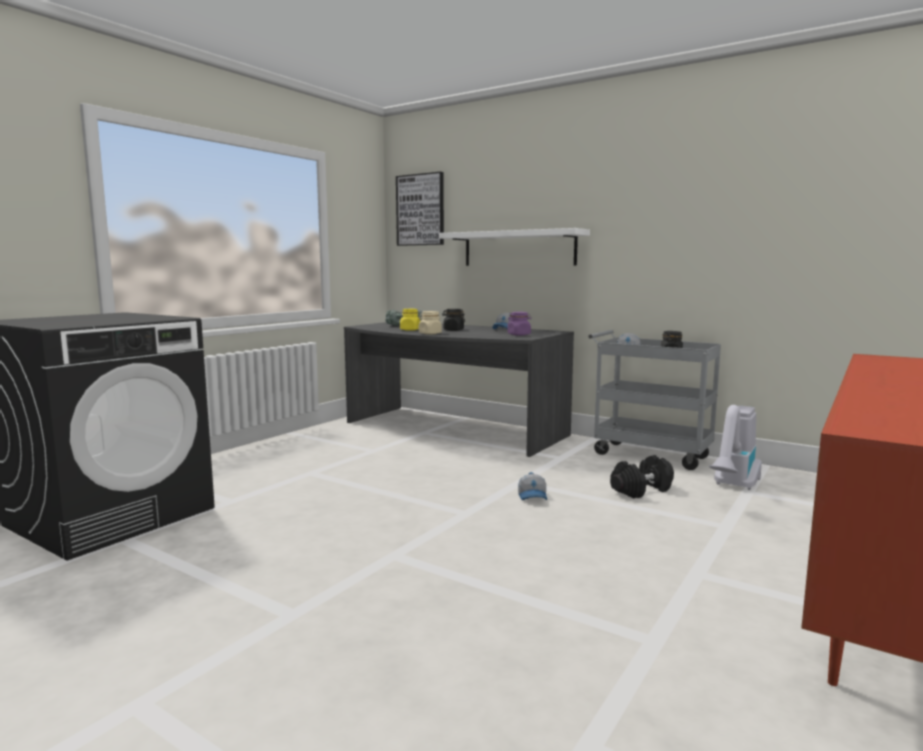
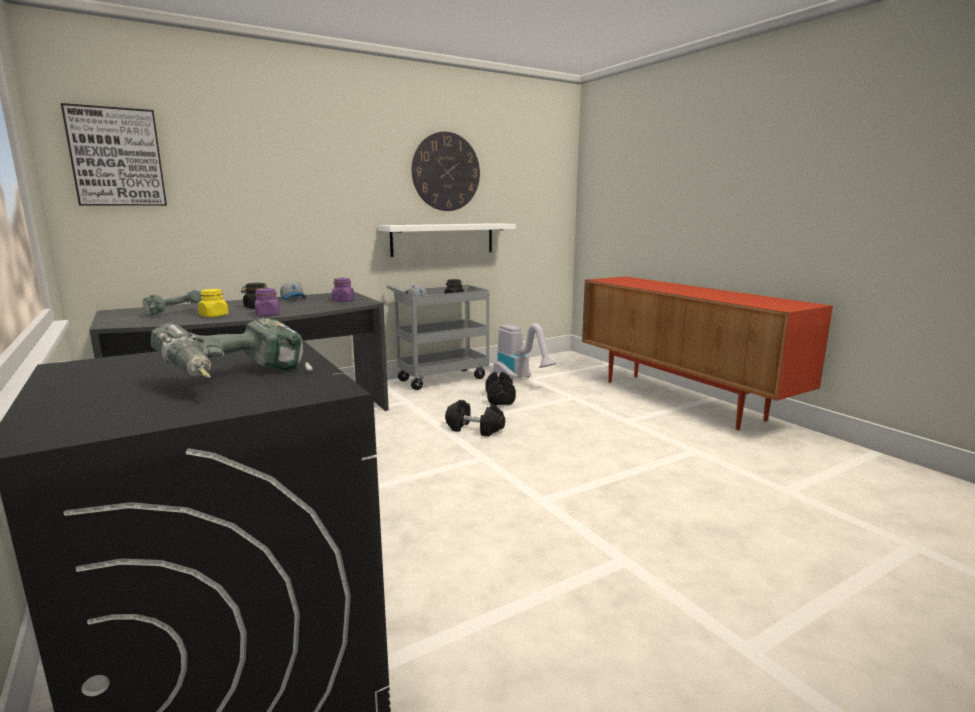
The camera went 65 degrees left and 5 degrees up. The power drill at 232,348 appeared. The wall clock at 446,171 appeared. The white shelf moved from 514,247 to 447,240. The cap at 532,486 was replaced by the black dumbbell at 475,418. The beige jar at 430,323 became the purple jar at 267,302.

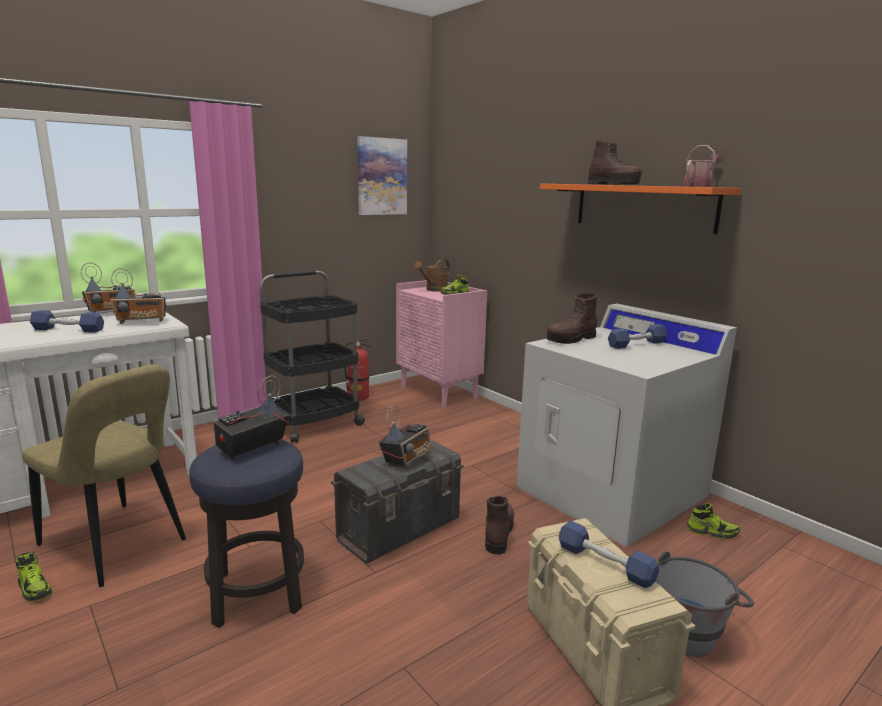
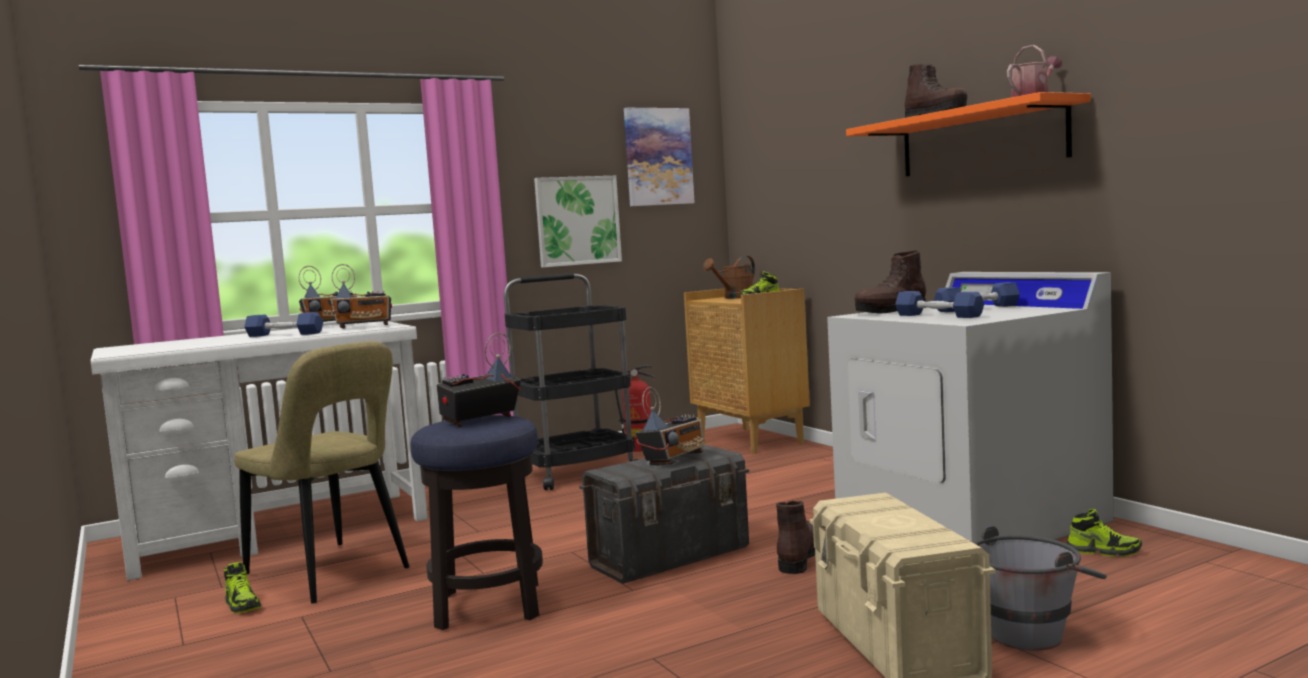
The camera went 10 degrees right and 10 degrees down. The picture at 578,222 appeared. The blue dumbbell moved from 609,554 to 939,304. The pink cabinet at 441,344 became the brown cabinet at 747,371.

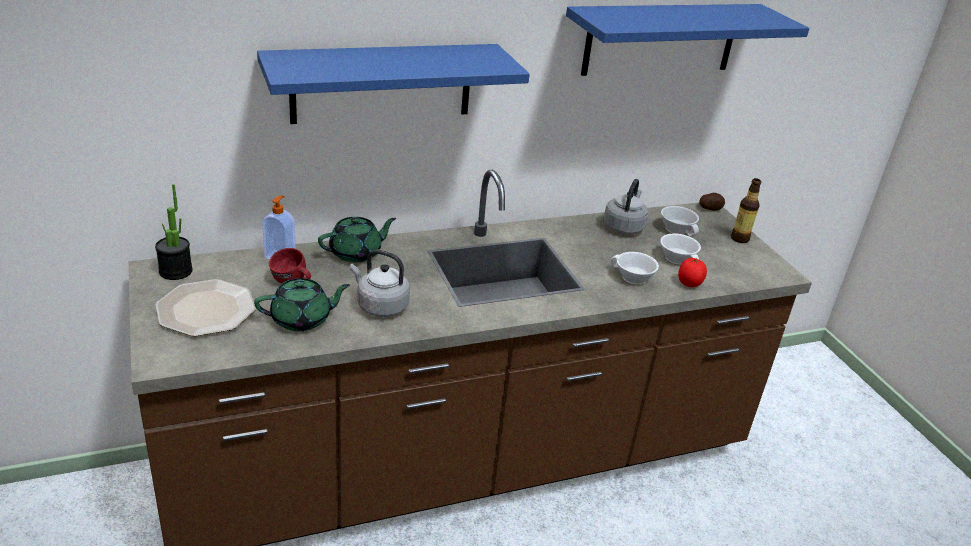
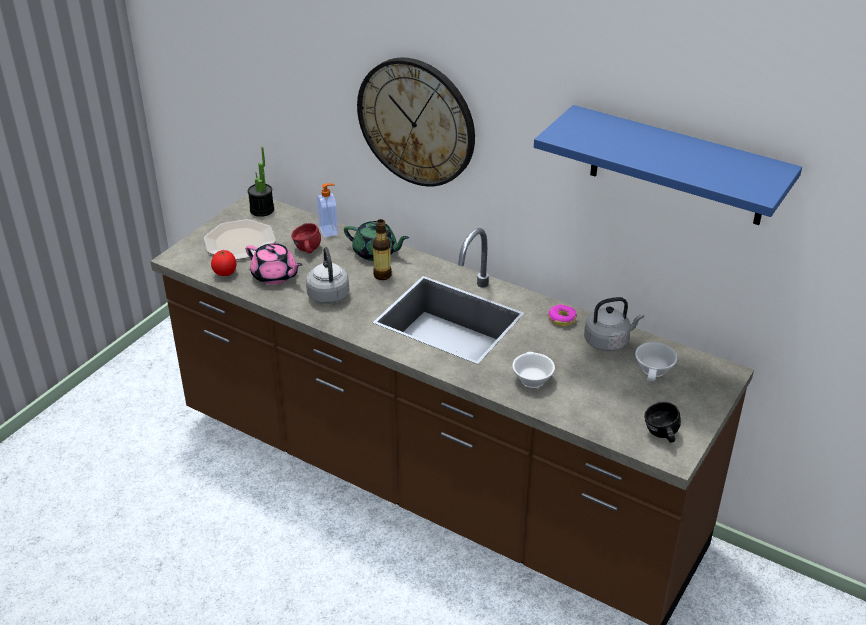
The camera went 55 degrees right and 5 degrees up. The white cup at 680,249 disappeared. The potato at 712,202 disappeared. The donut at 562,315 appeared. The black mug at 662,422 appeared. The tomato moved from 692,272 to 223,263. The bottle moved from 746,210 to 382,249. The blue shelf at 393,84 was replaced by the wall clock at 416,121. The green teapot at 302,304 became the pink teapot at 274,264.

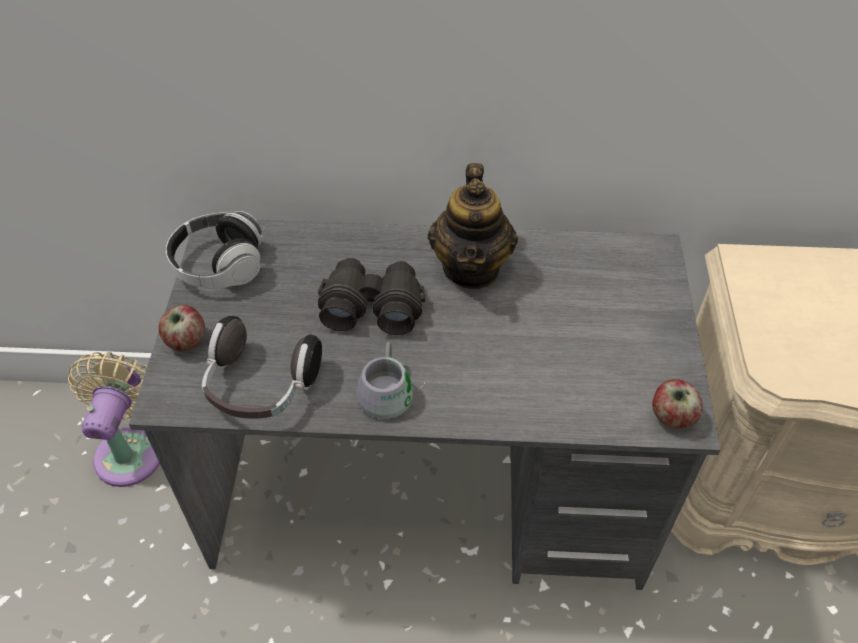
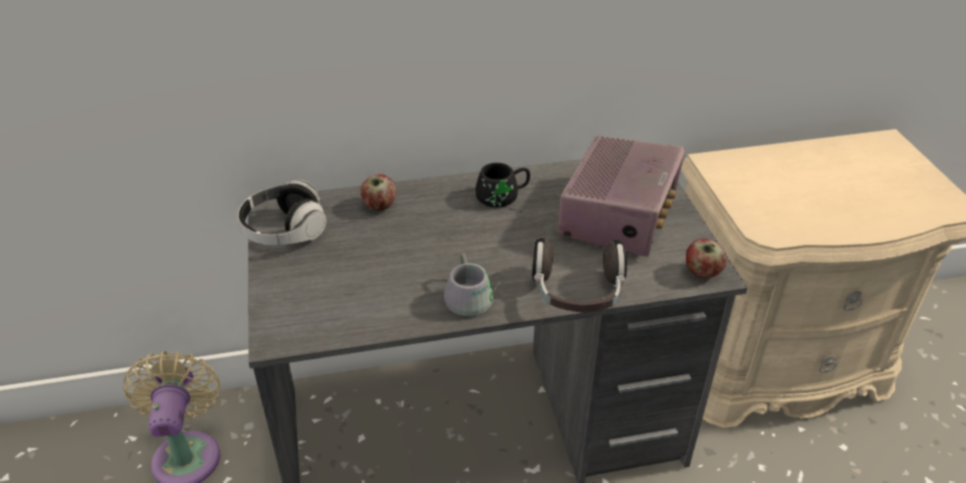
The camera went 15 degrees left and 10 degrees down. The black binoculars at 371,296 disappeared. The radio at 621,196 appeared. The apple moved from 182,328 to 378,192. The headphones moved from 262,367 to 579,275. The teapot at 473,226 was replaced by the black mug at 502,187.

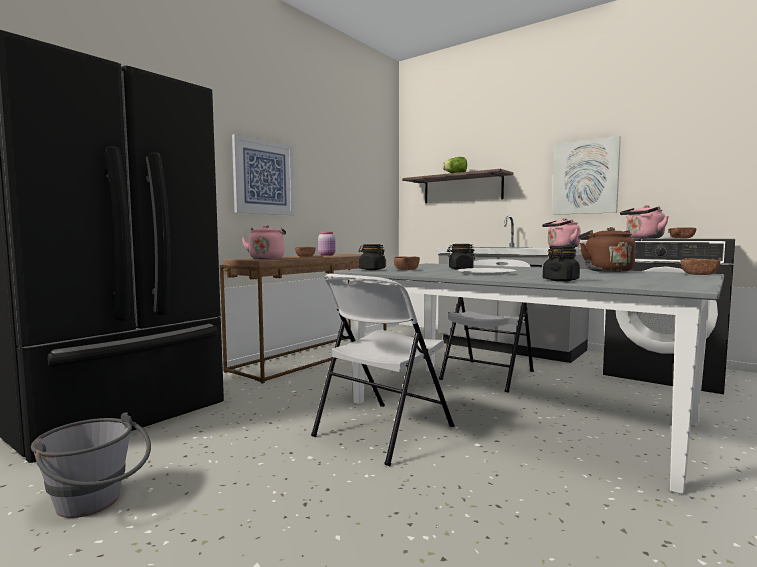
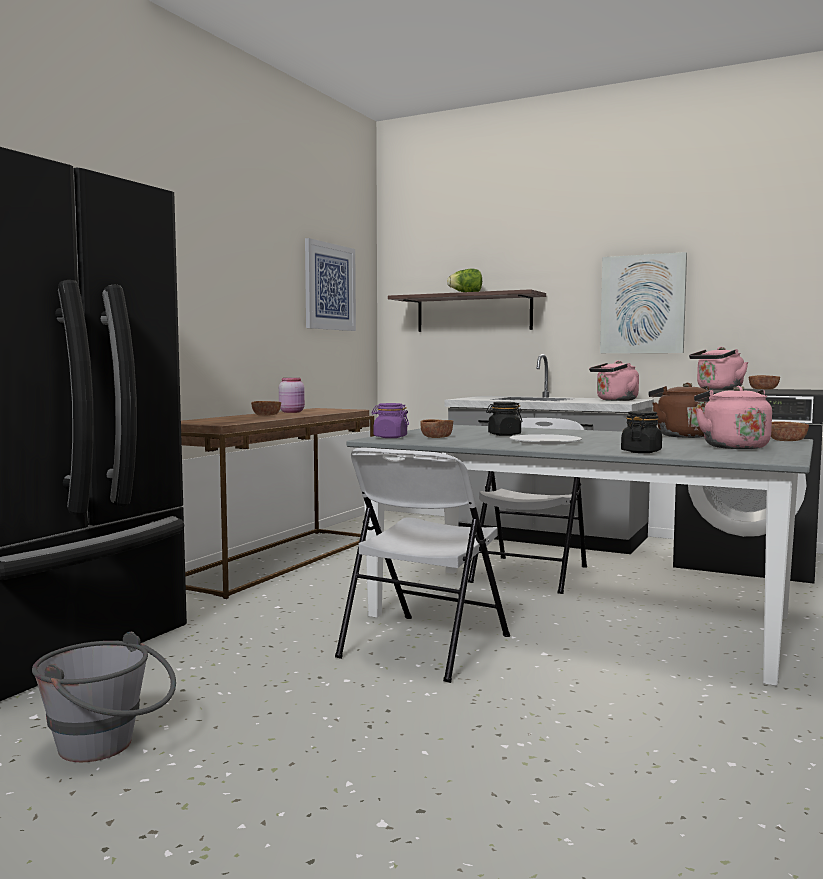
The camera went 10 degrees left and 0 degrees up. The picture moved from 263,174 to 330,284. The pink kettle moved from 263,242 to 733,417. The black jar at 372,257 became the purple jar at 390,420.

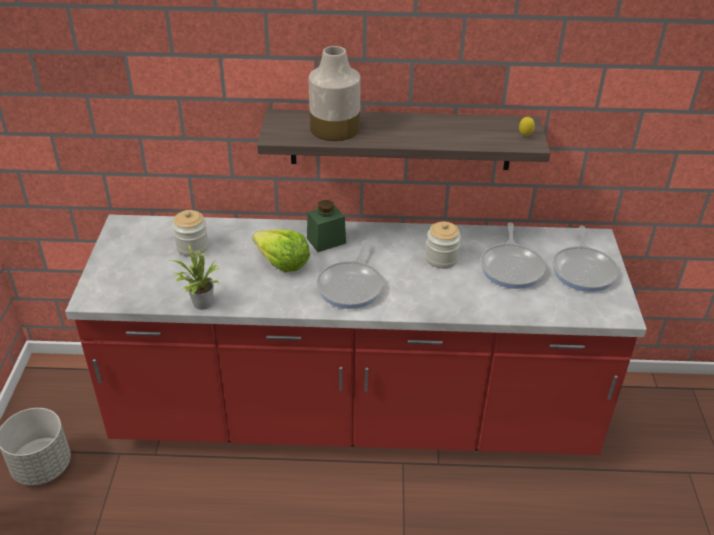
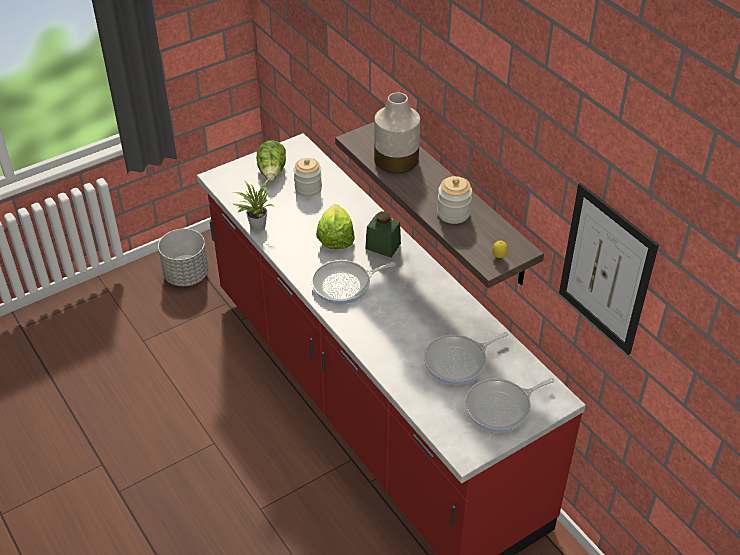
The camera went 55 degrees right and 5 degrees up. The lettuce at 271,160 appeared. The picture at 609,269 appeared. The jar moved from 443,245 to 454,200.

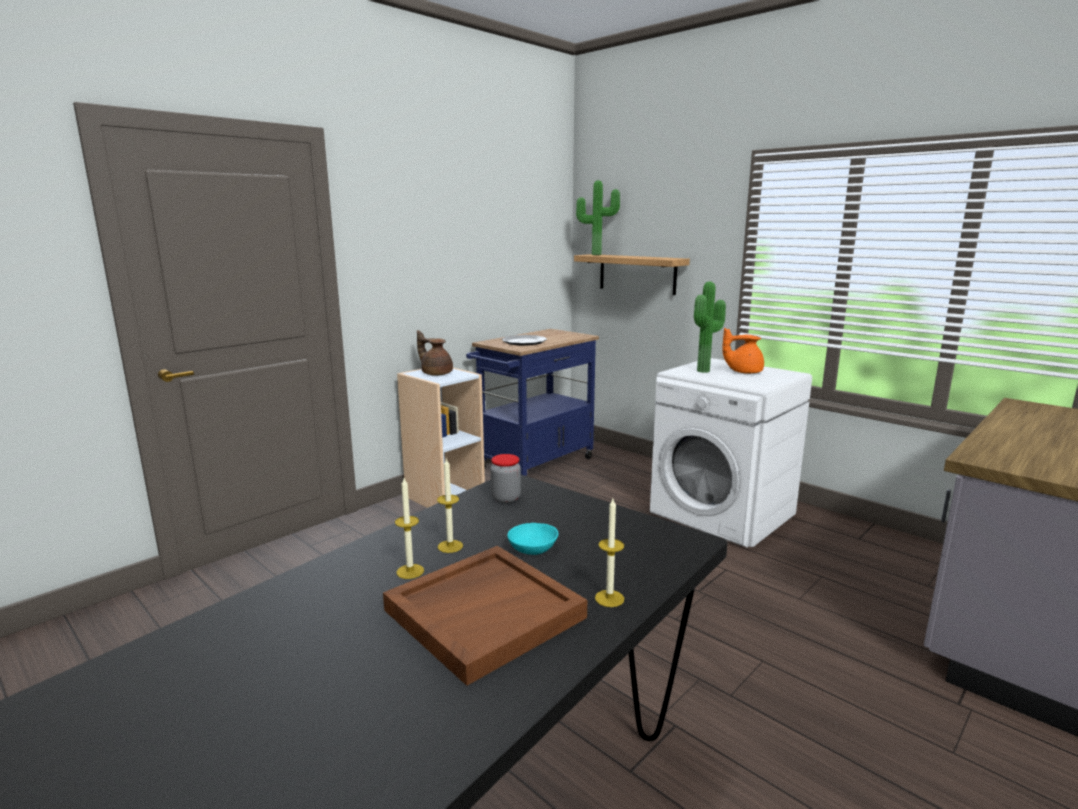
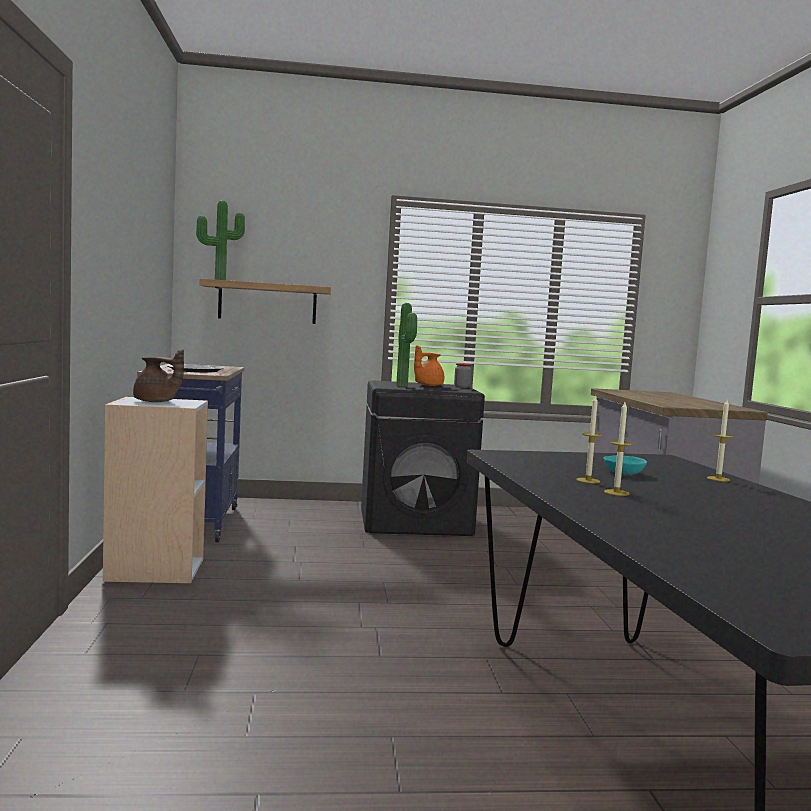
The camera went 50 degrees left and 10 degrees down. The brown tray at 485,616 disappeared. The jar moved from 505,478 to 462,375. The white washing machine at 731,452 became the black washing machine at 423,458. The brown teapot at 435,353 turned 150 degrees counterclockwise.

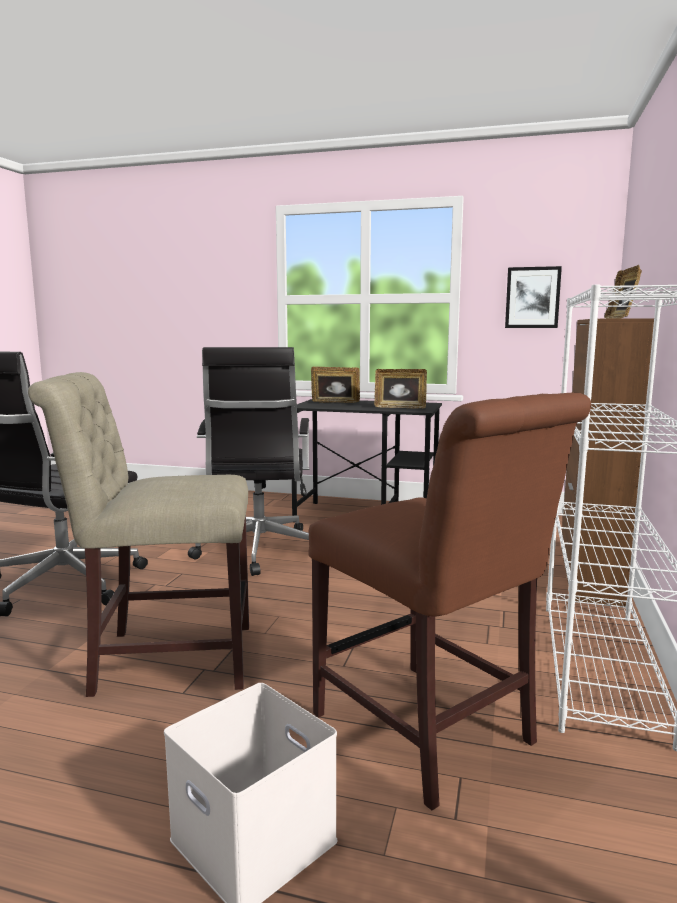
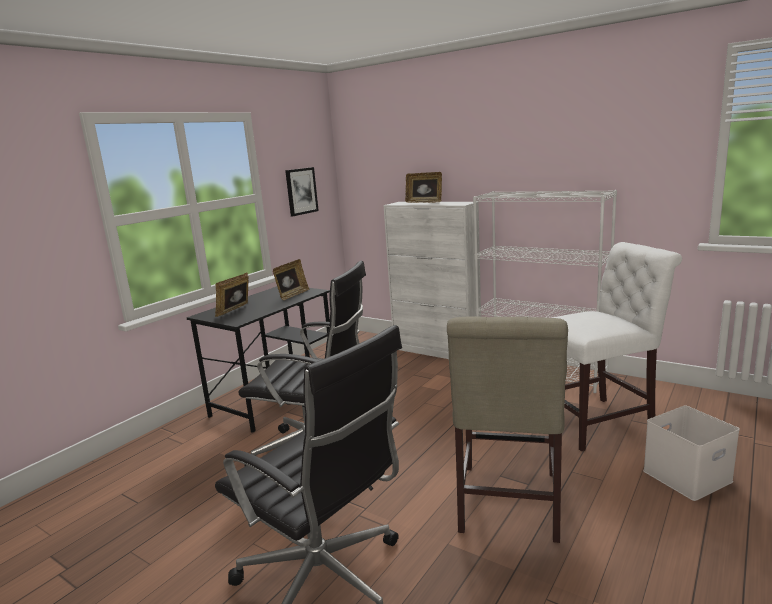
The camera went 70 degrees left and 5 degrees up. The brown chair at 449,601 became the white chair at 616,346. The brown cabinet at 607,462 became the white cabinet at 432,280.

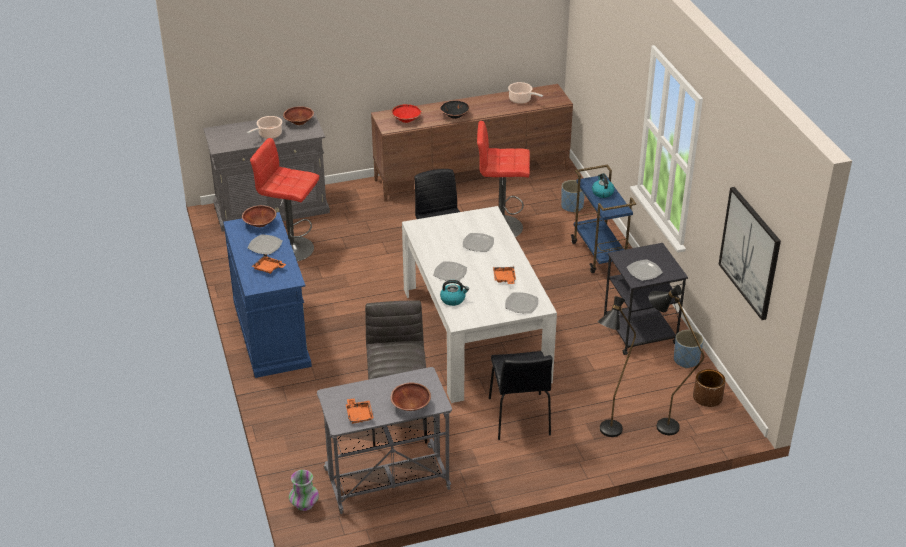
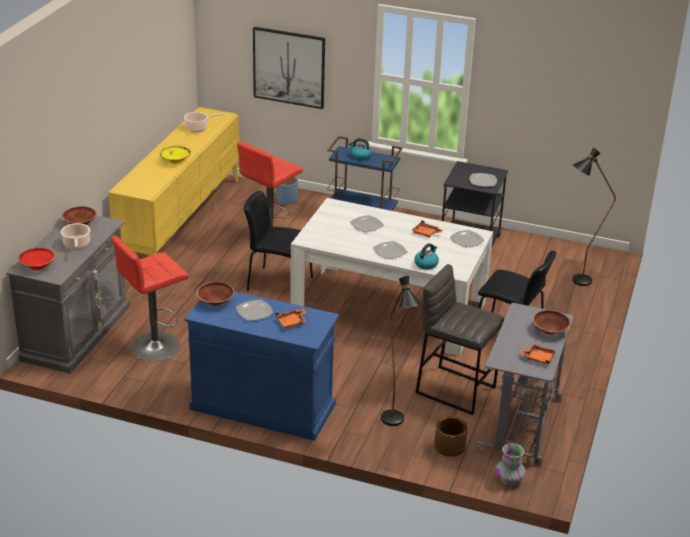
The camera went 55 degrees left and 5 degrees down. The blue planter at 688,349 disappeared. The red bowl moved from 406,113 to 37,259. The black floor lamp moved from 616,366 to 401,351. The brown planter moved from 709,388 to 450,436. The picture moved from 750,253 to 289,68. The brown cabinet at 472,143 became the yellow cabinet at 173,181. The black bowl at 455,109 became the yellow bowl at 175,155.

